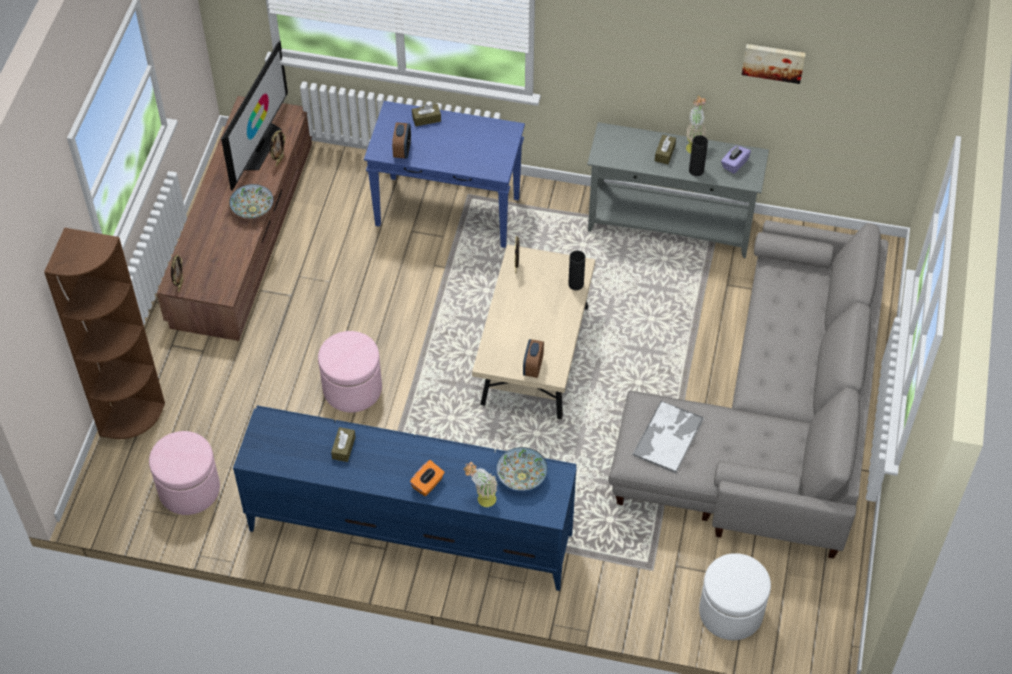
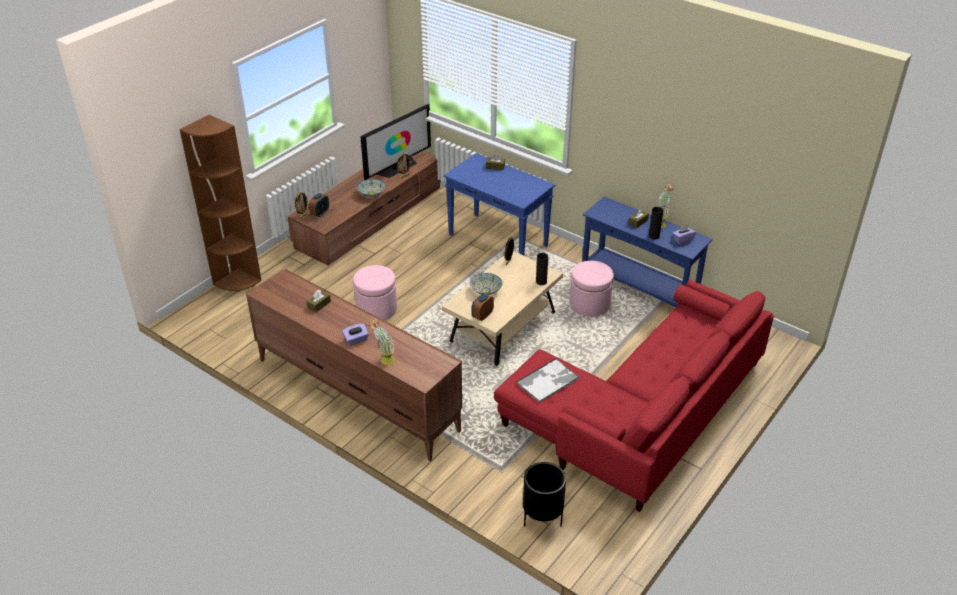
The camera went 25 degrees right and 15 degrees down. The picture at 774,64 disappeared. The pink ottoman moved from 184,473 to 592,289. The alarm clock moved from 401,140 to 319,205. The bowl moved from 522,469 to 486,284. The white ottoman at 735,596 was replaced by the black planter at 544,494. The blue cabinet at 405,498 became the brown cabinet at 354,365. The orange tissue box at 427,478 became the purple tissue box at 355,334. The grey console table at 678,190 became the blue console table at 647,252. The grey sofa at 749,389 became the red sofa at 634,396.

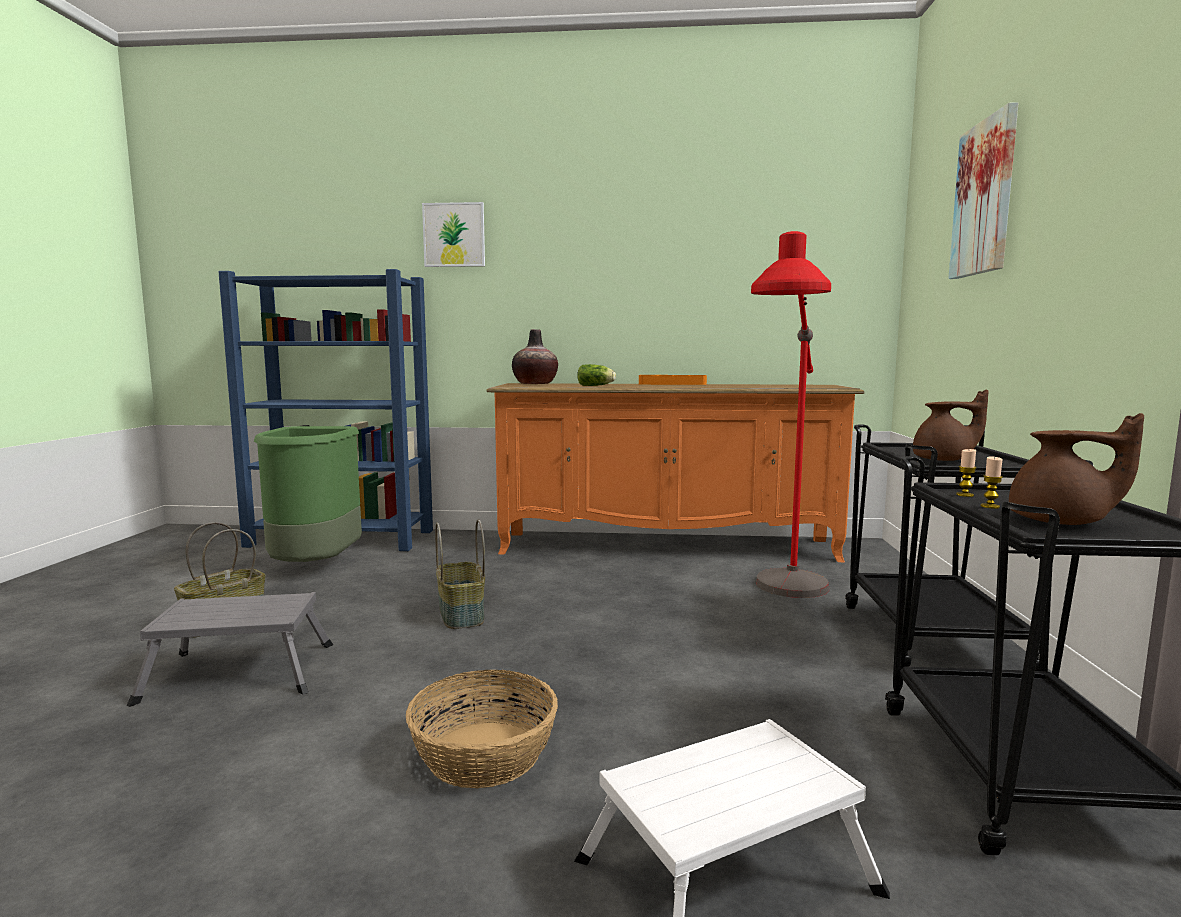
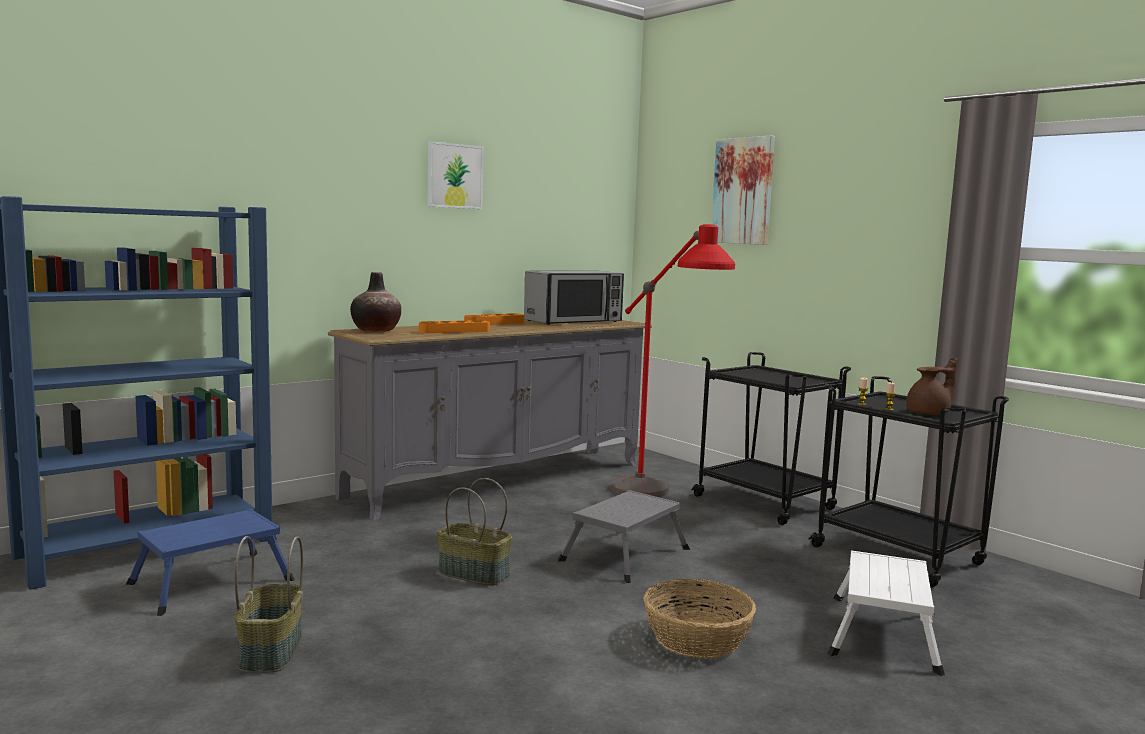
The camera went 45 degrees left and 0 degrees up. The brown teapot at 950,425 disappeared. The microwave at 574,297 appeared. The grey step ladder moved from 230,649 to 624,536. The picture moved from 453,234 to 456,175. The green trash can at 308,494 was replaced by the blue step ladder at 210,562. The lettuce at 596,375 was replaced by the orange tray at 454,326. The orange cabinet at 675,472 became the grey cabinet at 490,420.

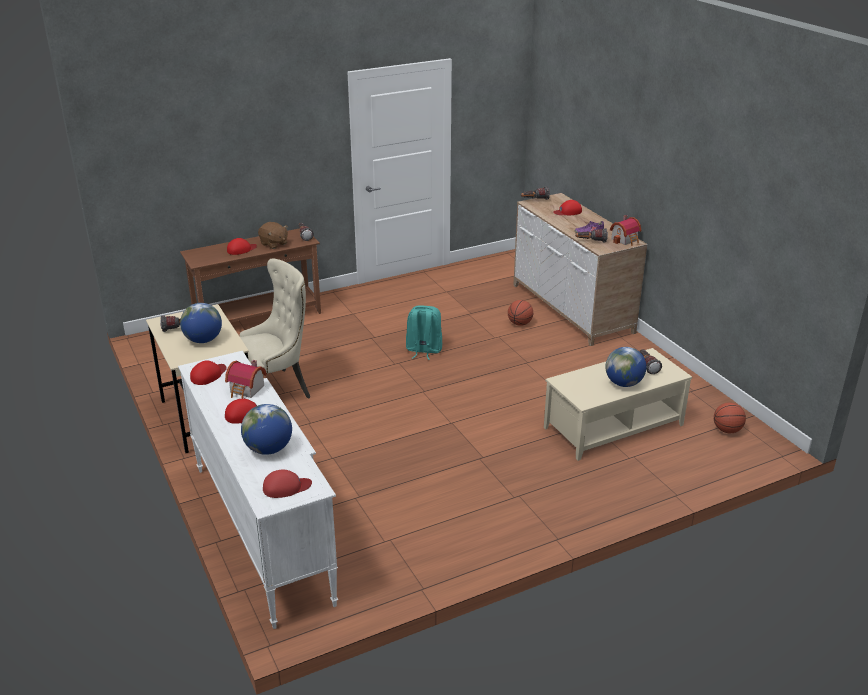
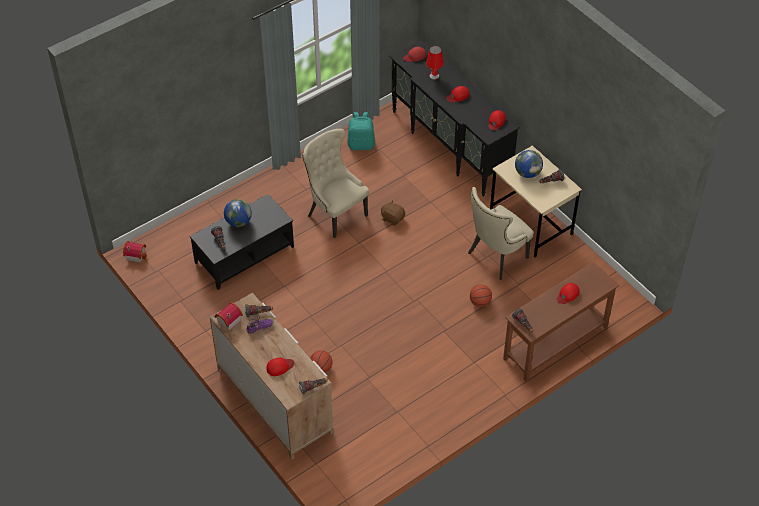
The camera went 170 degrees right and 20 degrees up. The beige chair at 335,183 appeared. The toy house moved from 246,379 to 135,252. The brown plush toy moved from 273,235 to 393,213. The turquoise backpack moved from 424,332 to 361,131. The basketball moved from 730,418 to 481,296. The globe at 266,429 was replaced by the red table lamp at 435,63. The white cabinet at 258,490 became the black cabinet at 455,118. The beige coffee table at 618,404 became the black coffee table at 242,242.

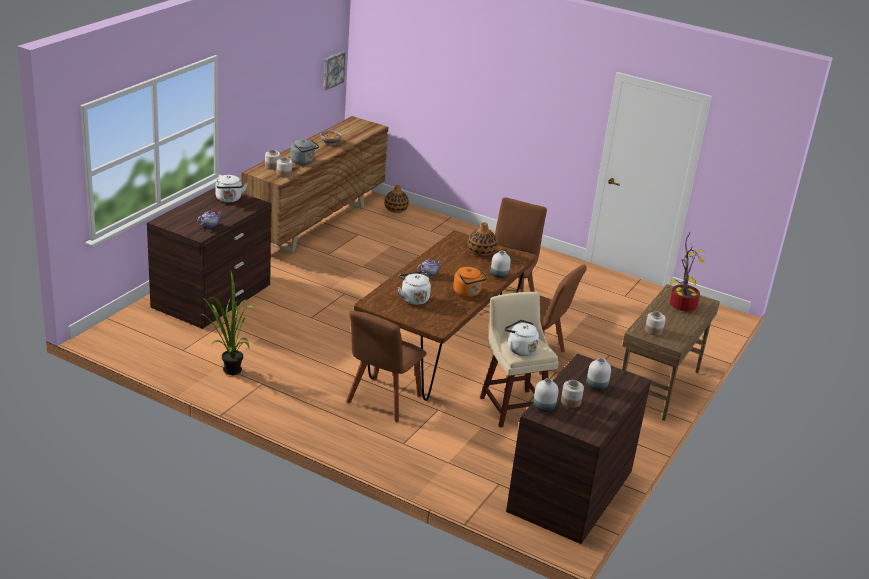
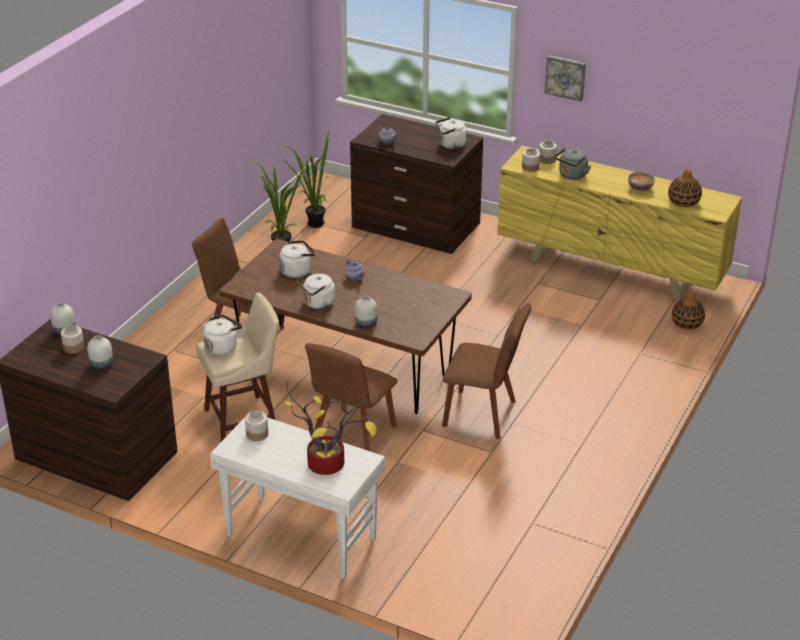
The camera went 90 degrees right and 5 degrees up. The potted plant at 305,179 appeared. The picture moved from 334,70 to 565,78. The vase moved from 482,239 to 685,188. The brown cabinet at 315,184 became the yellow cabinet at 619,223. The orange kettle at 470,282 became the white kettle at 316,290. The brown console table at 671,352 became the white console table at 297,495.

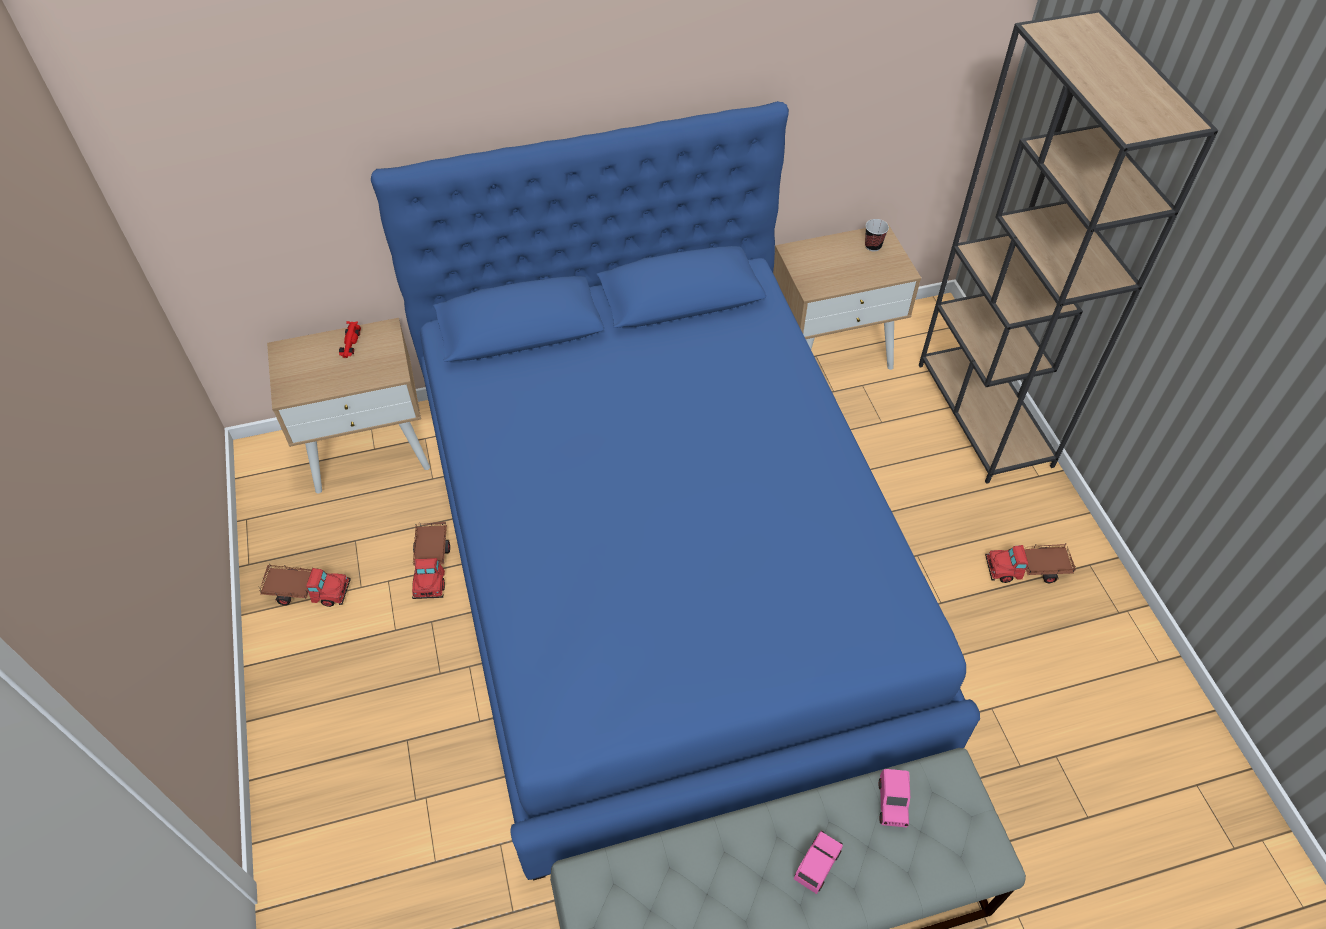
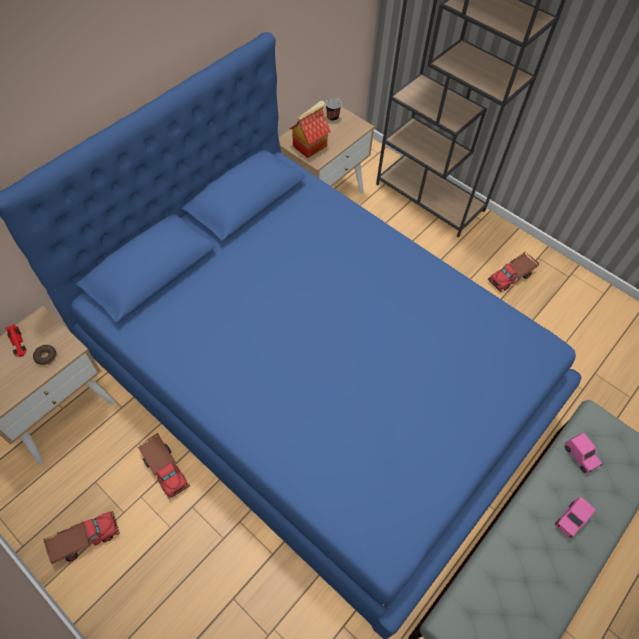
The camera went 35 degrees left and 5 degrees up. The donut at 44,355 appeared. The toy house at 310,129 appeared. The pink toy car at 818,862 turned 135 degrees counterclockwise.

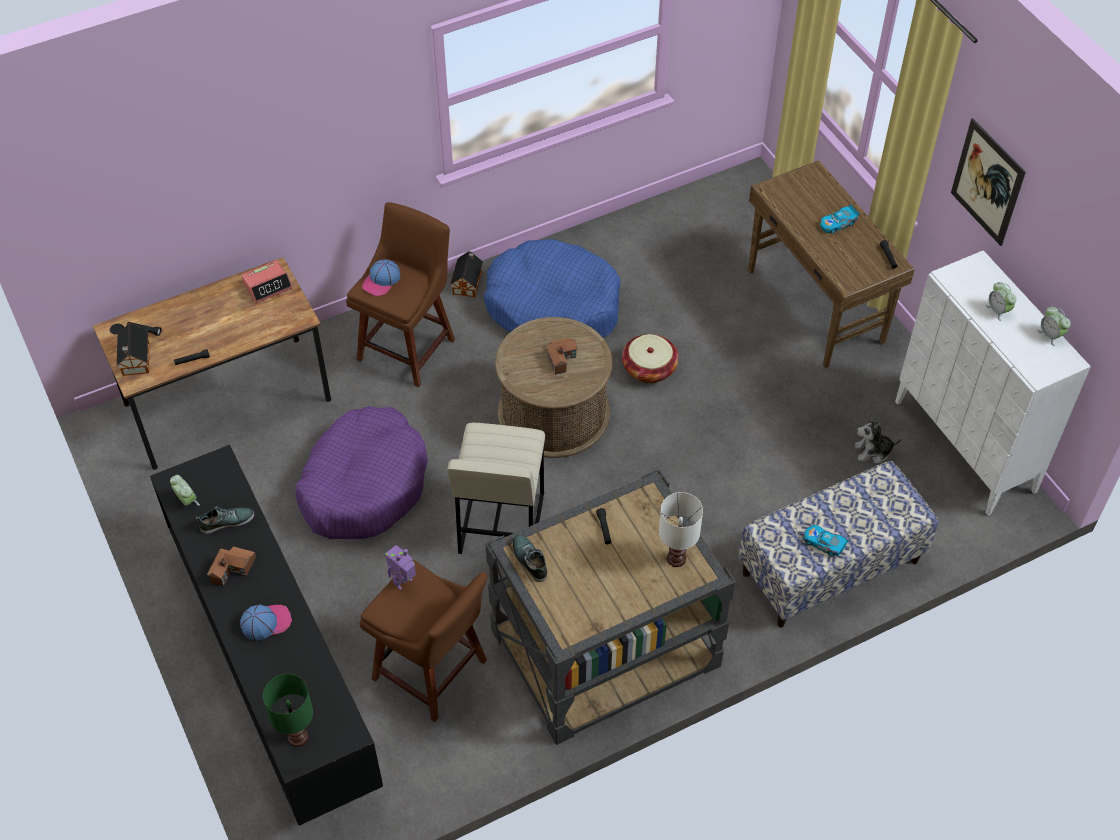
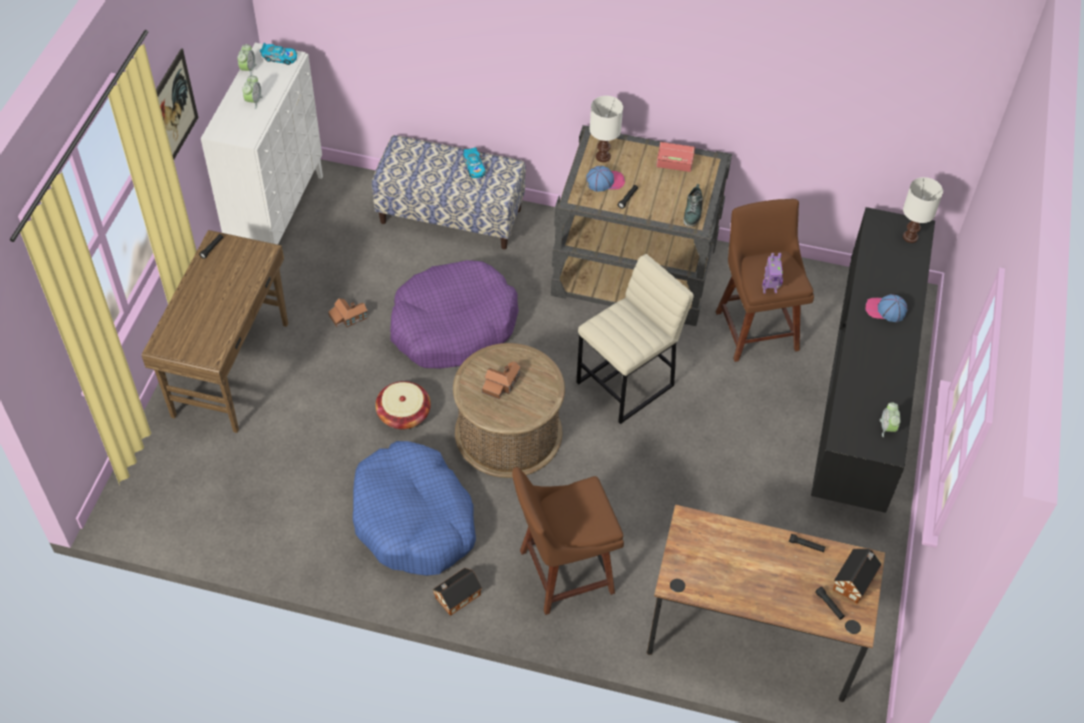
The camera went 140 degrees left and 0 degrees up. The shoe at 225,520 disappeared. The plush toy at 878,439 disappeared. The toy house moved from 231,566 to 348,312. The alarm clock moved from 267,281 to 675,157. The purple dog bed moved from 361,472 to 454,314. The cap moved from 381,277 to 605,179. The toy car moved from 839,219 to 278,54. The green table lamp at 288,710 became the white table lamp at 923,210.

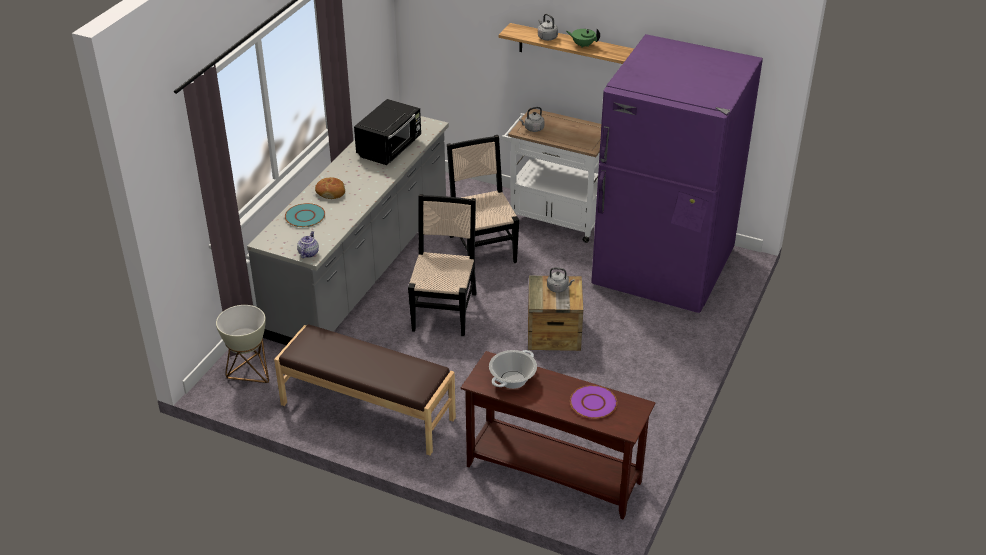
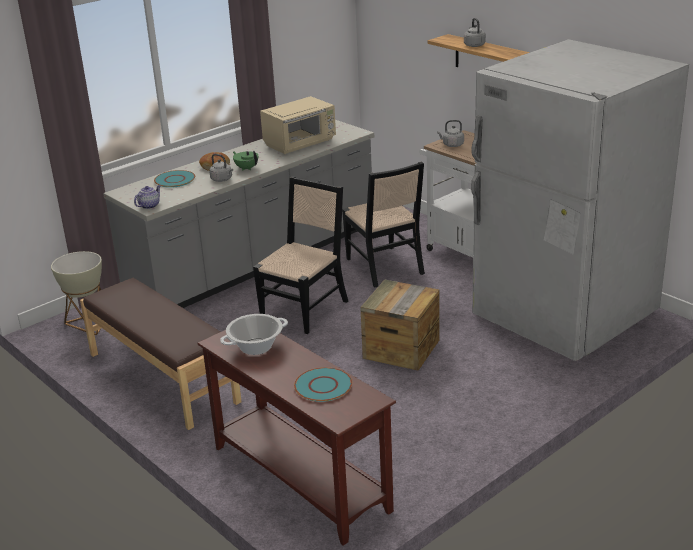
The camera went 25 degrees right and 10 degrees down. The grey kettle moved from 561,280 to 221,168. The green teapot moved from 583,38 to 245,161. The black microwave at 387,132 became the beige microwave at 298,125. The purple plate at 593,402 became the turquoise plate at 323,384. The purple fridge at 677,173 became the white fridge at 580,200. The chair at 483,199 turned 150 degrees clockwise.

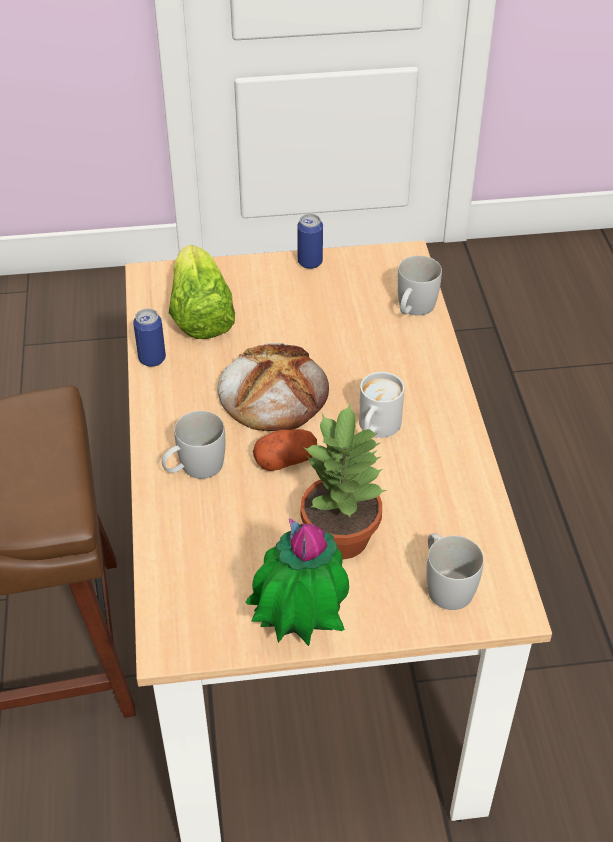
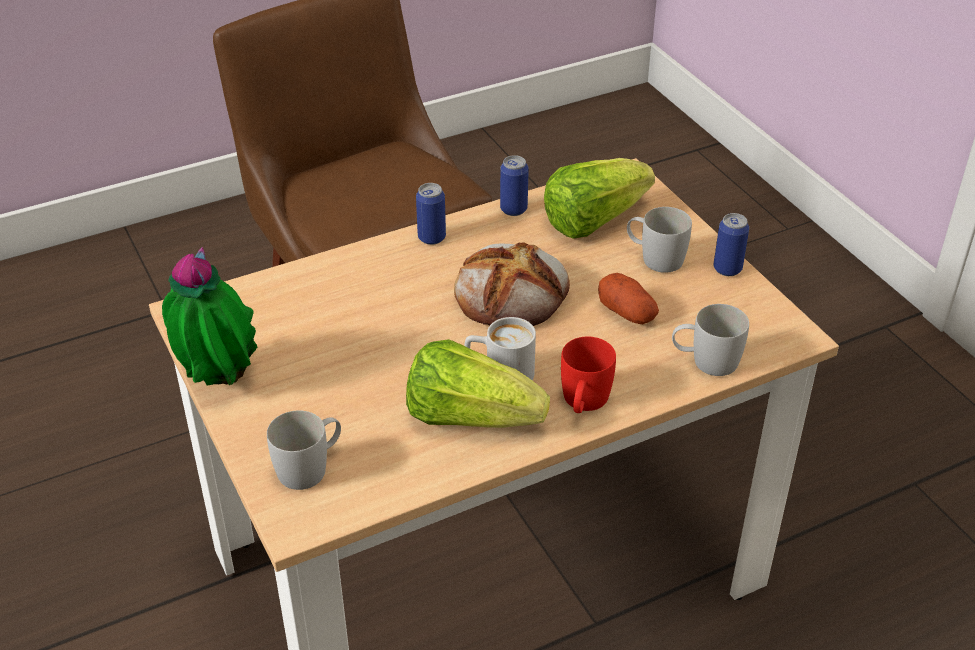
The camera went 70 degrees right and 5 degrees down. The potted plant at 344,481 disappeared. The lettuce at 478,383 appeared. The can at 431,214 appeared. The red mug at 588,375 appeared. The white mug moved from 193,445 to 659,240. The potato moved from 285,450 to 628,298.

